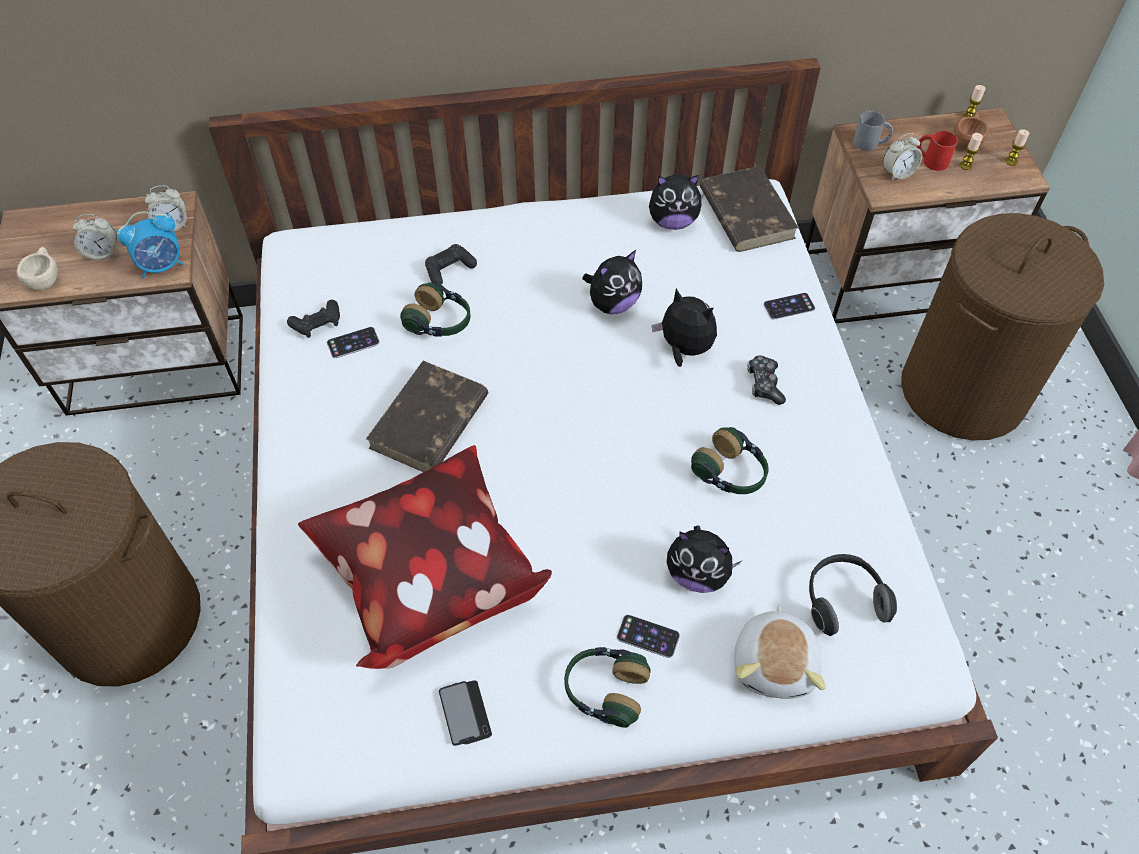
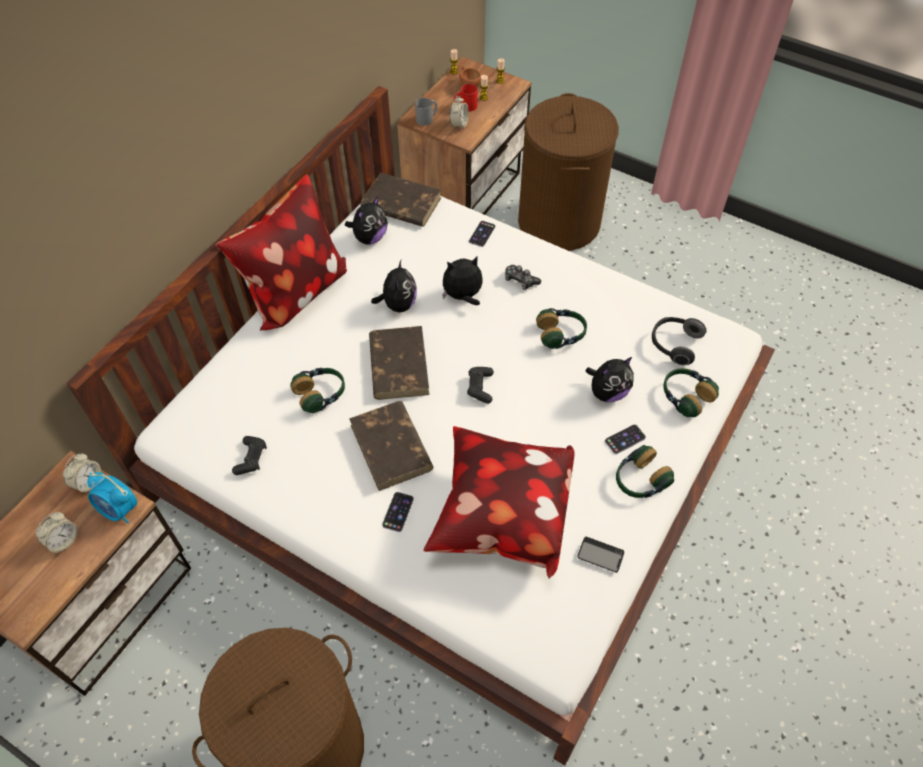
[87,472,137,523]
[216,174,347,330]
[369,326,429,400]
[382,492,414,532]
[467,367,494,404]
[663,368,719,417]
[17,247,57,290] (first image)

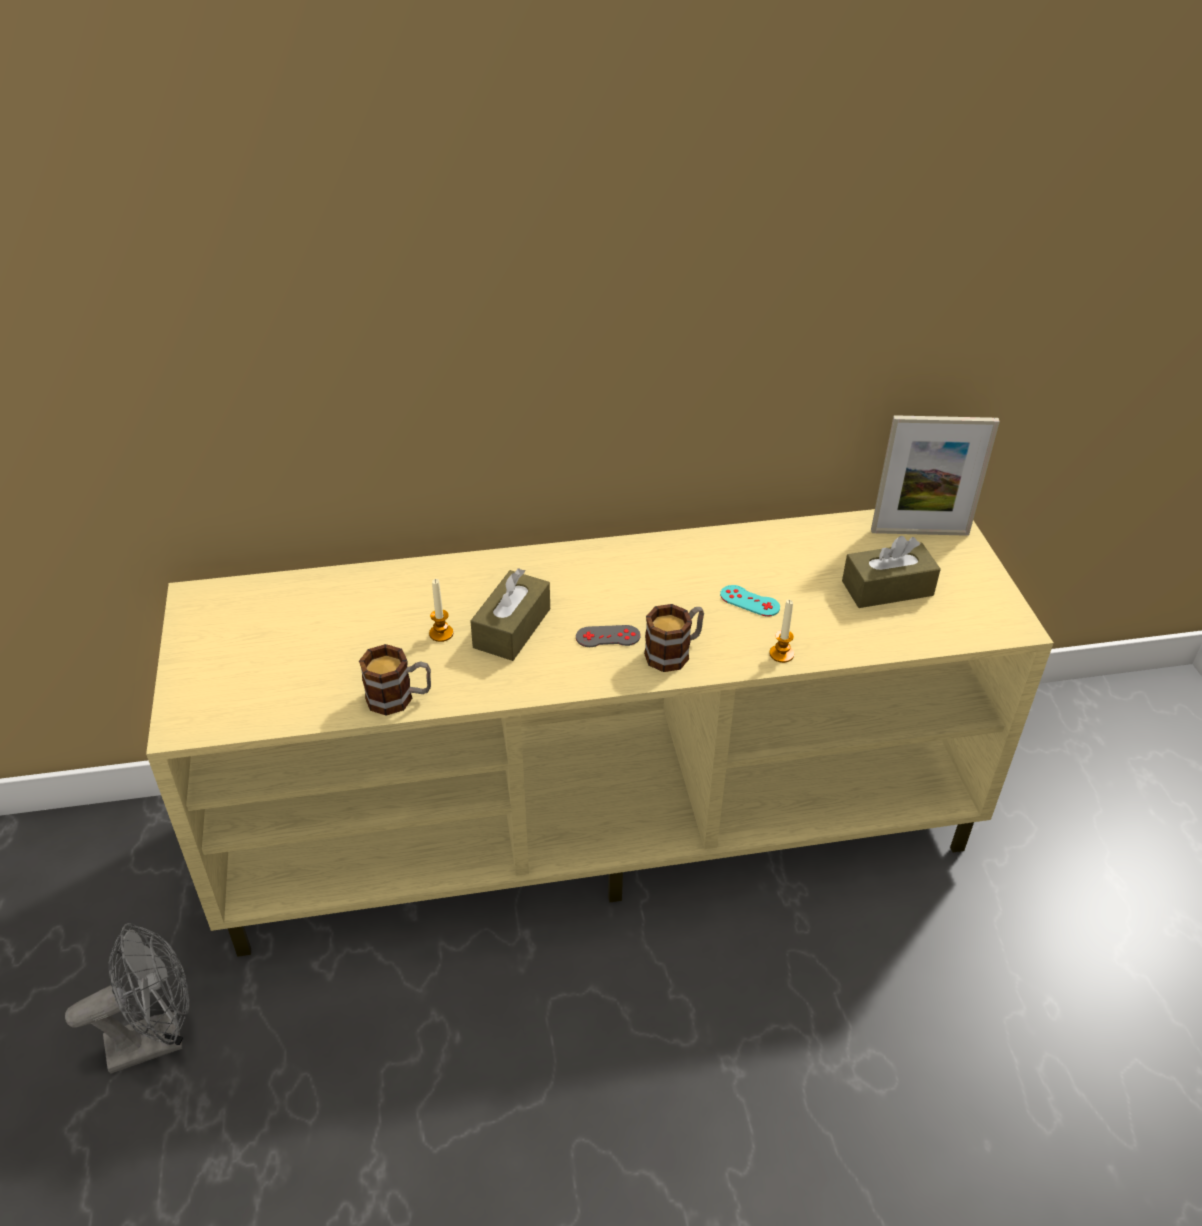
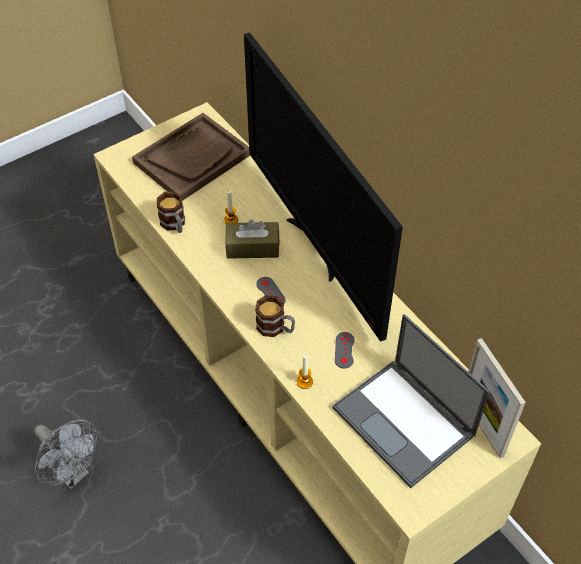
[34,420,97,489]
[132,113,250,201]
[244,32,403,342]
[332,314,490,488]
[335,332,355,369]

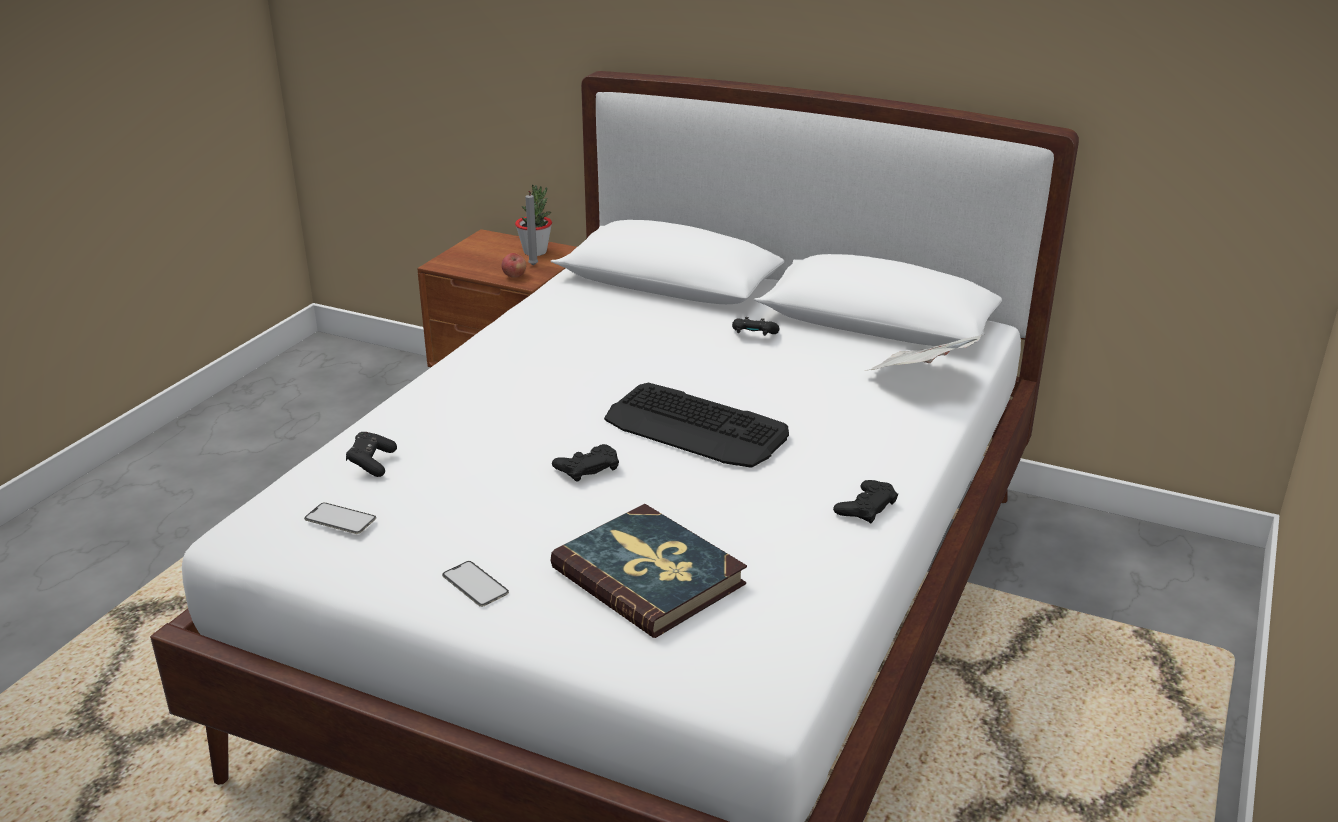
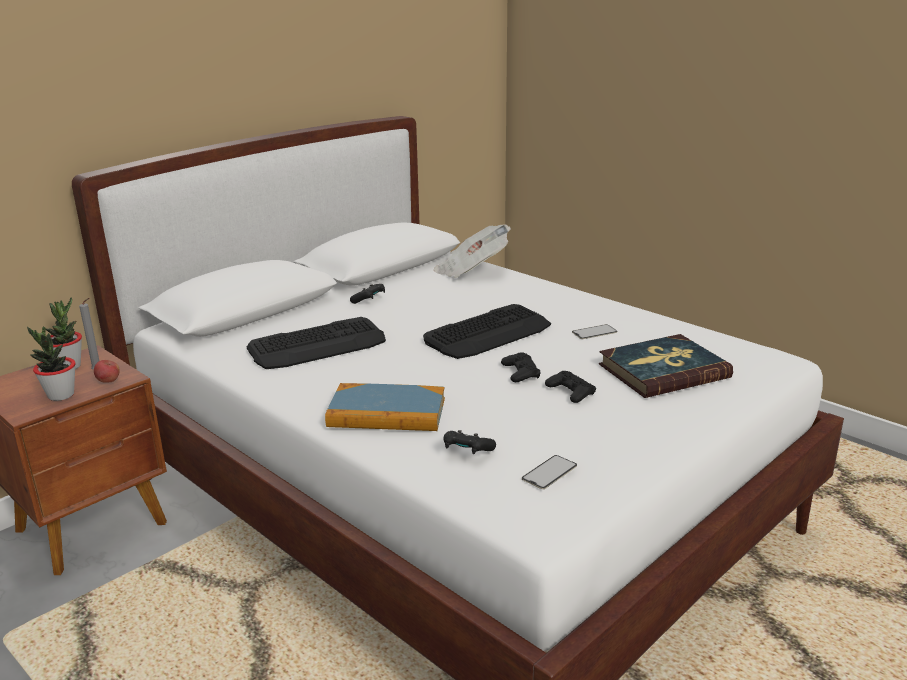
[27,327,76,401]
[247,317,386,369]
[325,383,445,431]
[545,371,596,403]
[572,324,617,339]

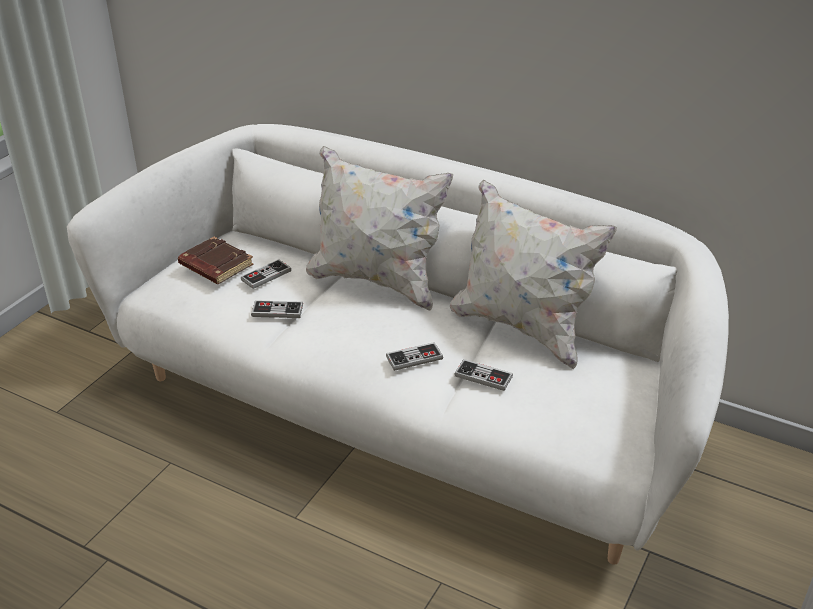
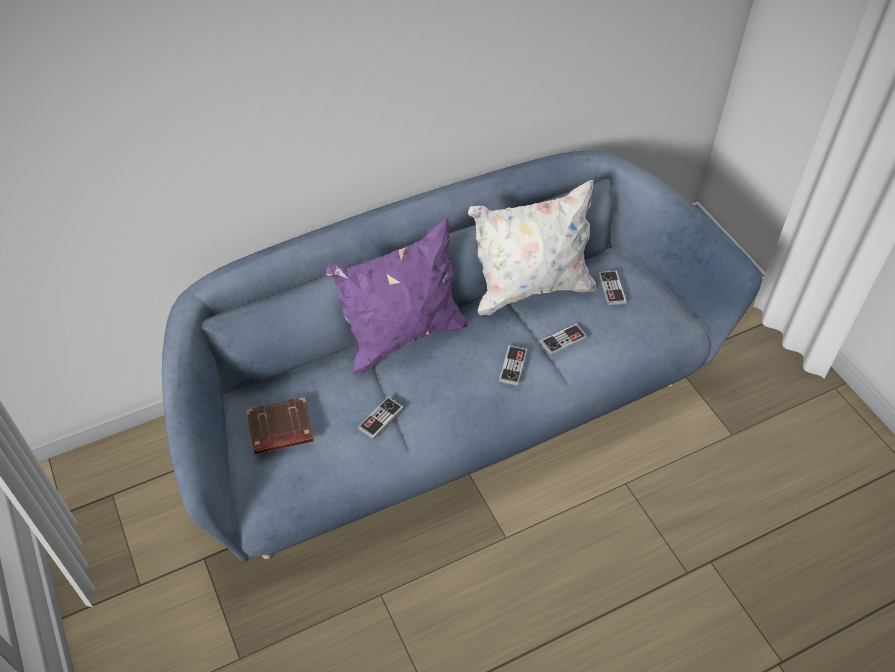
[162,150,762,561]
[325,218,469,374]
[598,270,626,305]

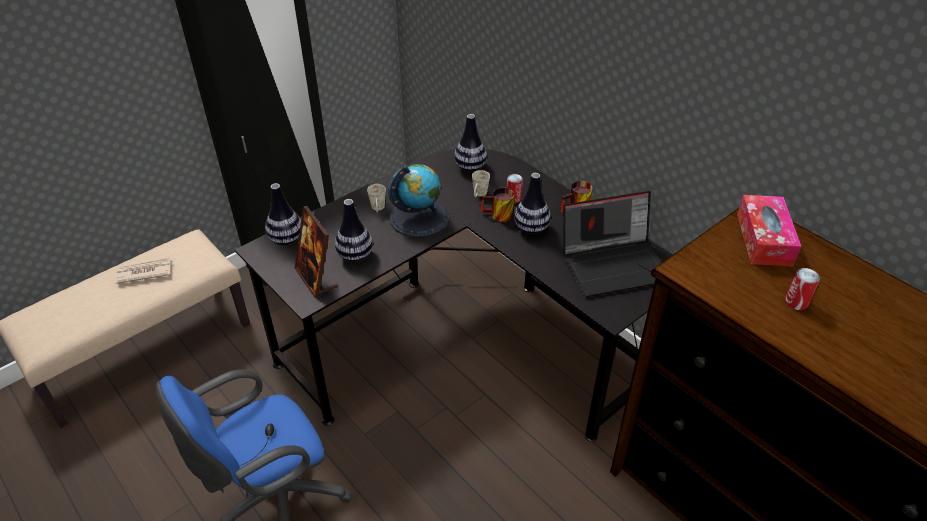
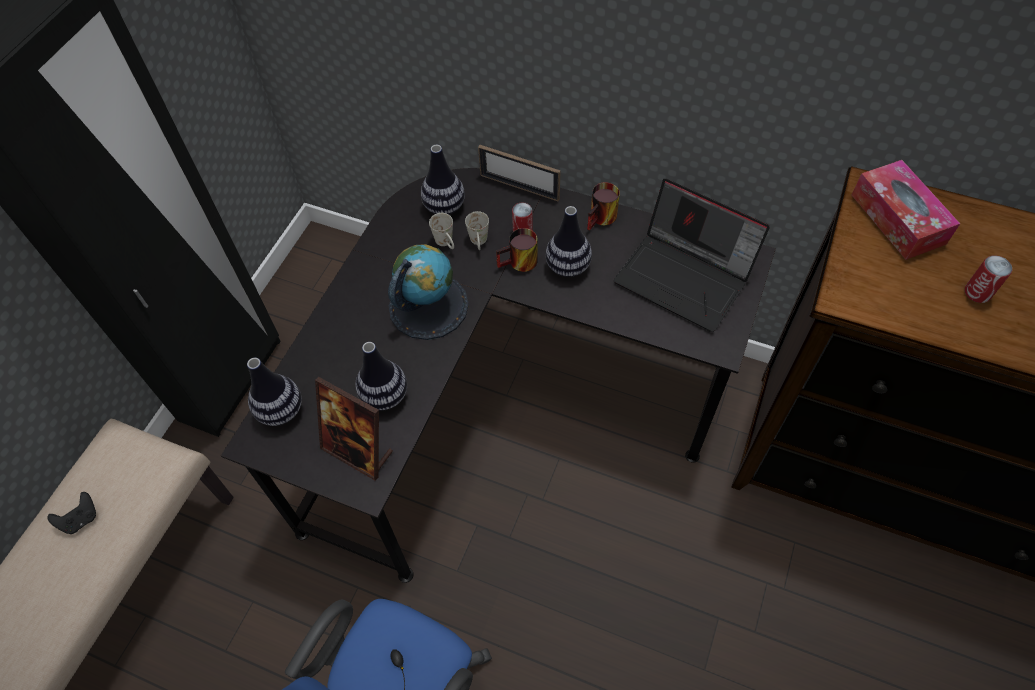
[48,492,96,534]
[429,213,454,249]
[478,145,561,201]
[614,179,770,332]

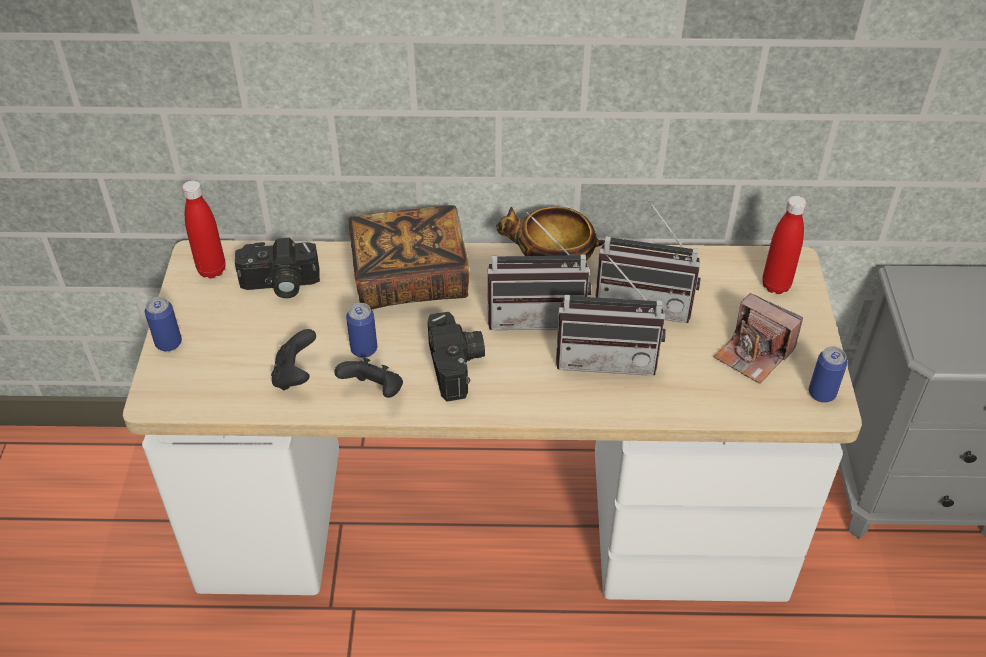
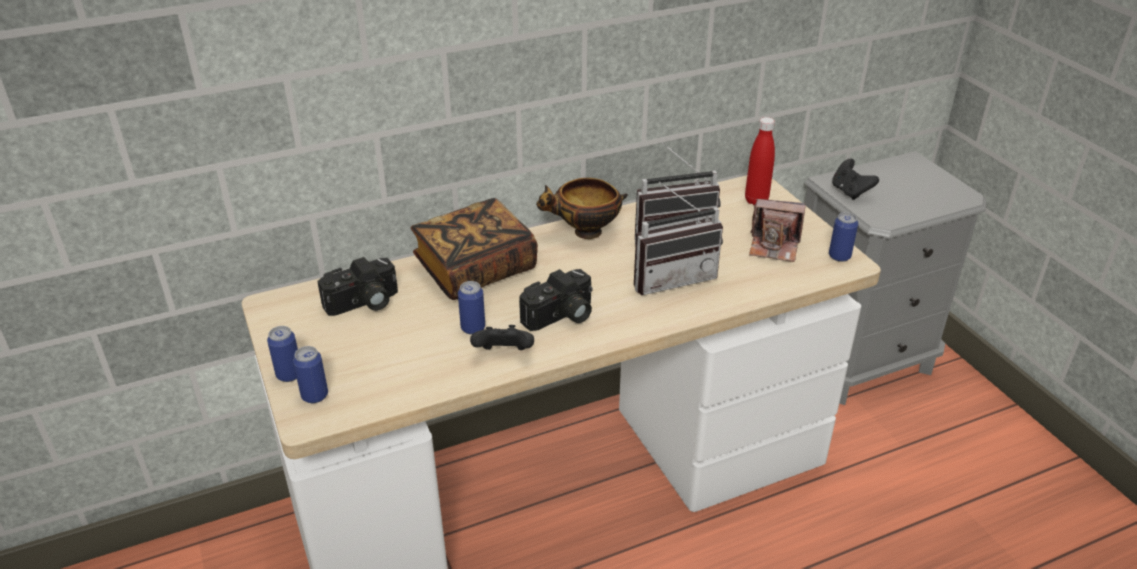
[293,346,328,403]
[519,269,593,331]
[832,159,879,200]
[182,180,225,279] (first image)
[487,212,591,330] (first image)

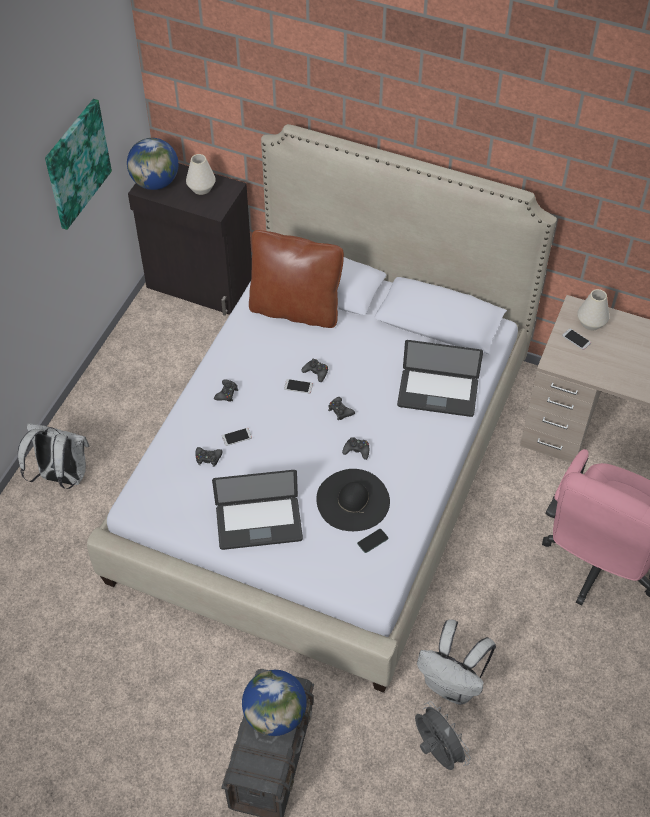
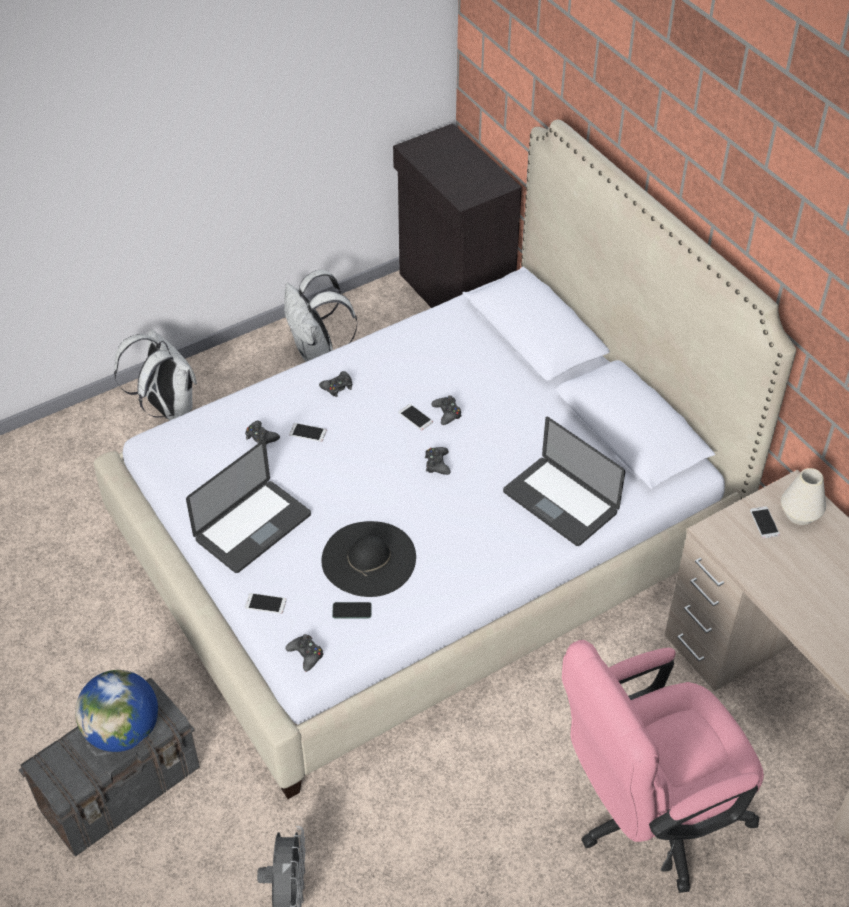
[186,440,311,573]
[245,593,286,614]
[284,270,358,362]
[285,634,323,672]
[45,99,112,230] (first image)
[127,138,178,190] (first image)
[186,154,216,195] (first image)
[249,230,344,328] (first image)

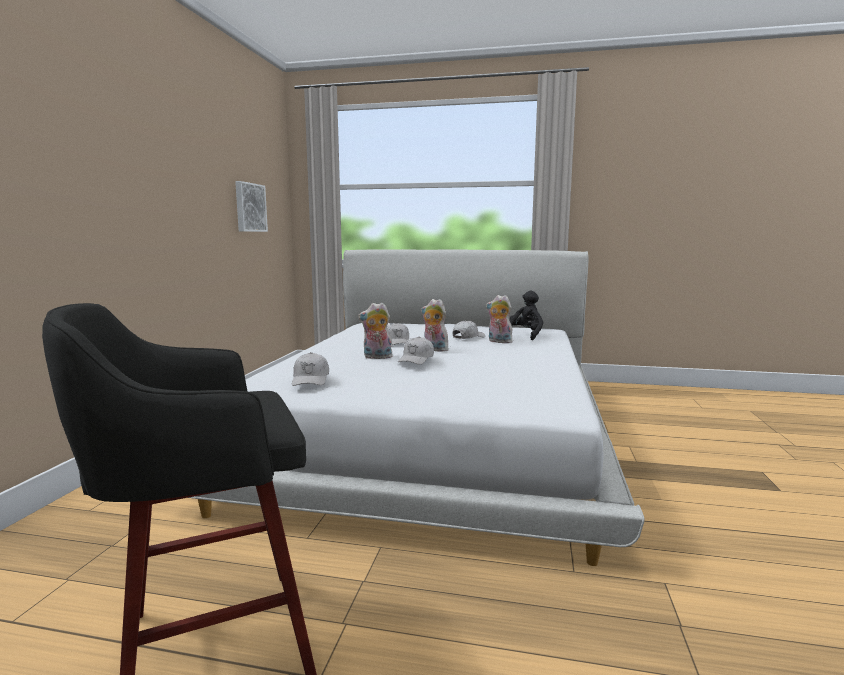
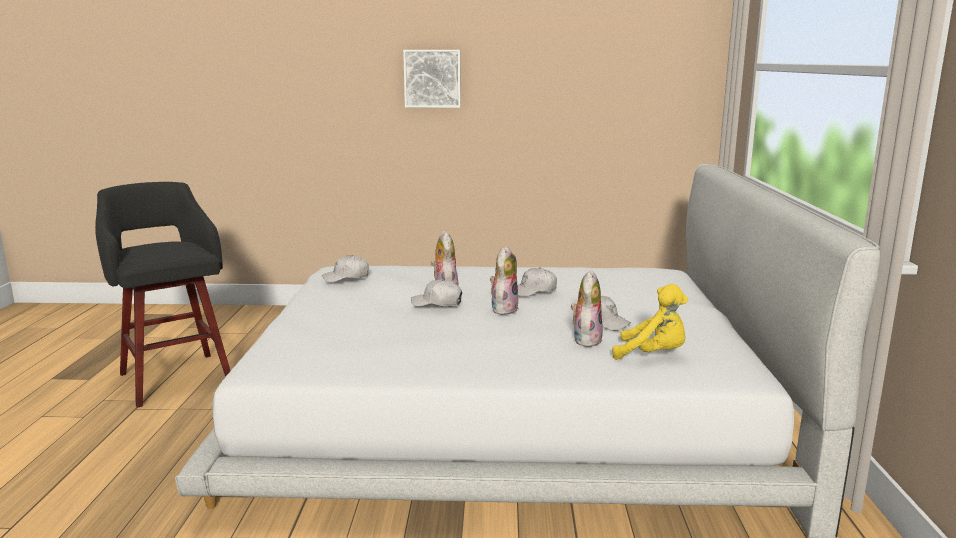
[403,50,461,108]
[612,284,688,360]

